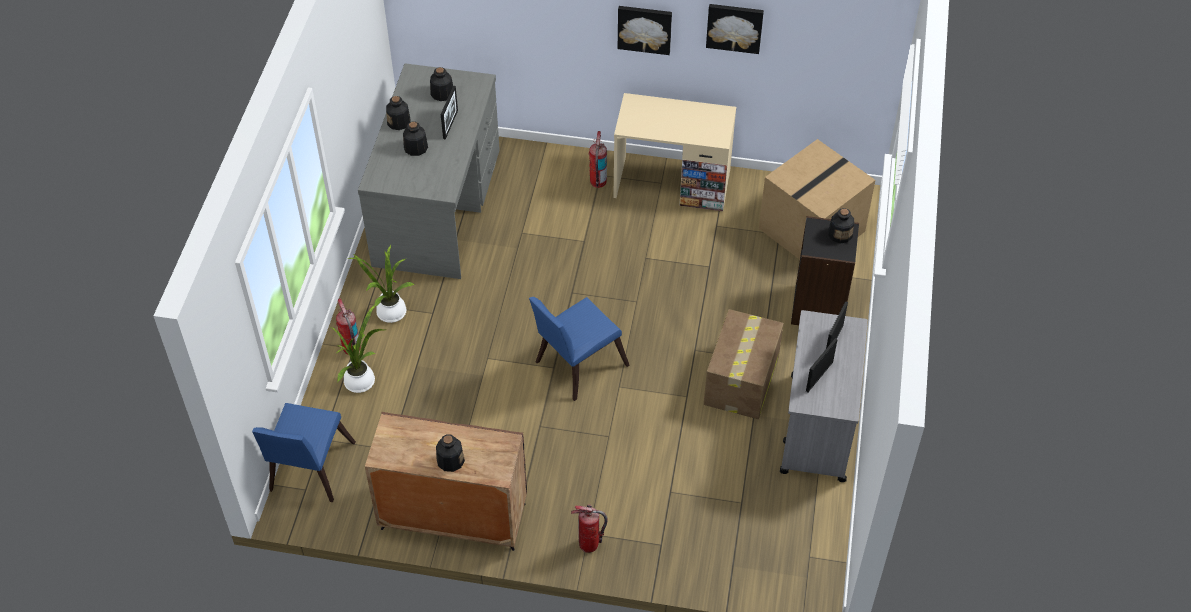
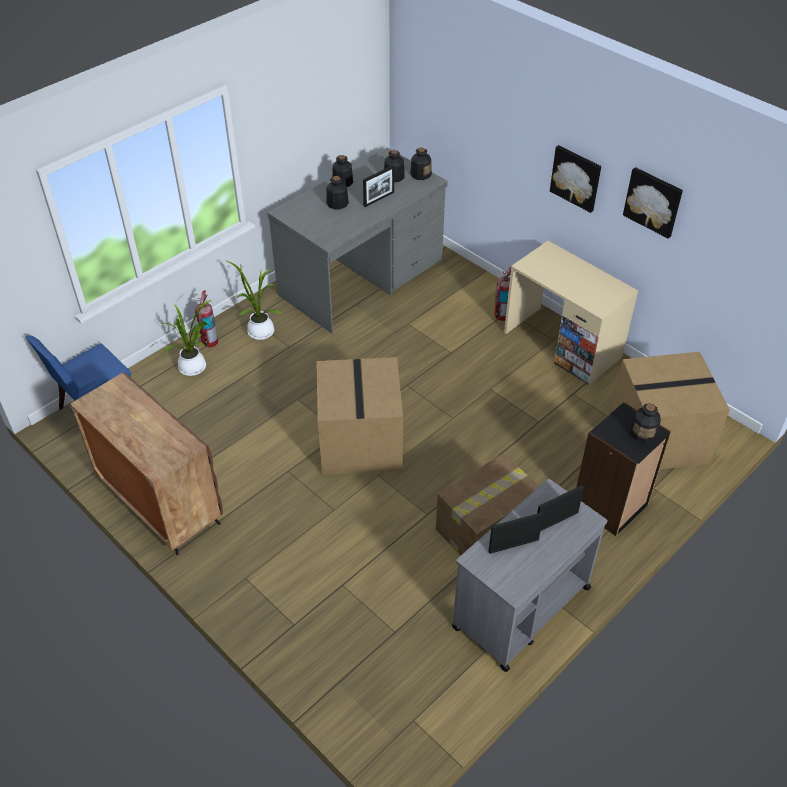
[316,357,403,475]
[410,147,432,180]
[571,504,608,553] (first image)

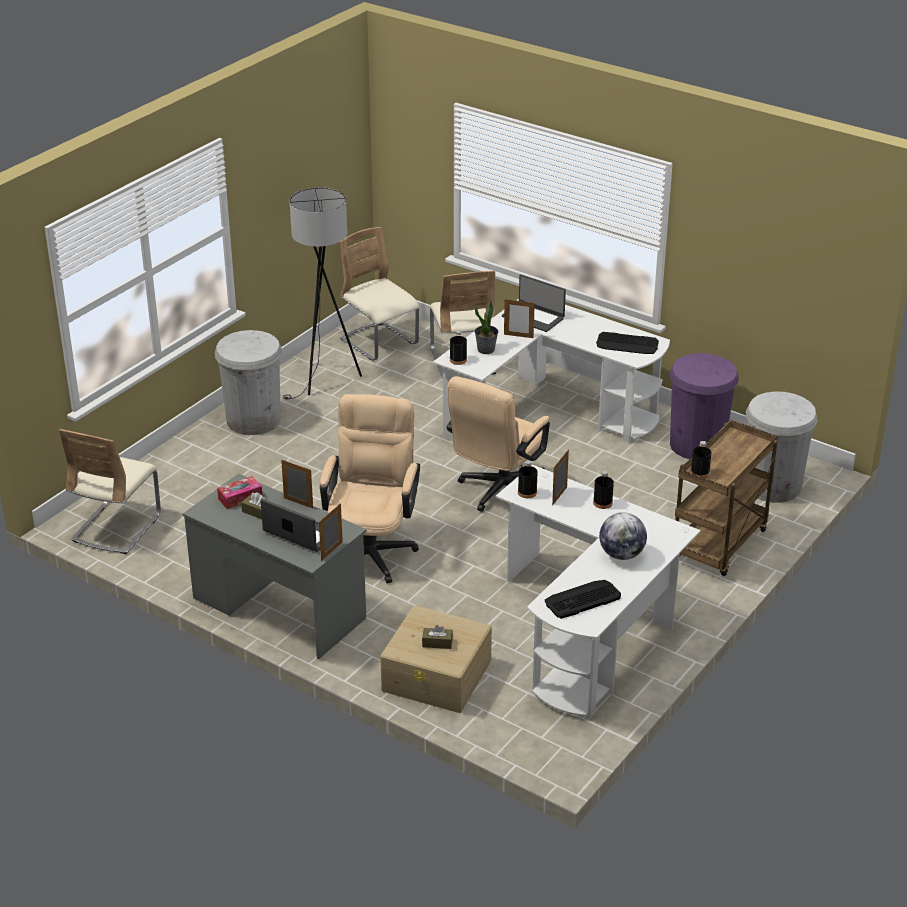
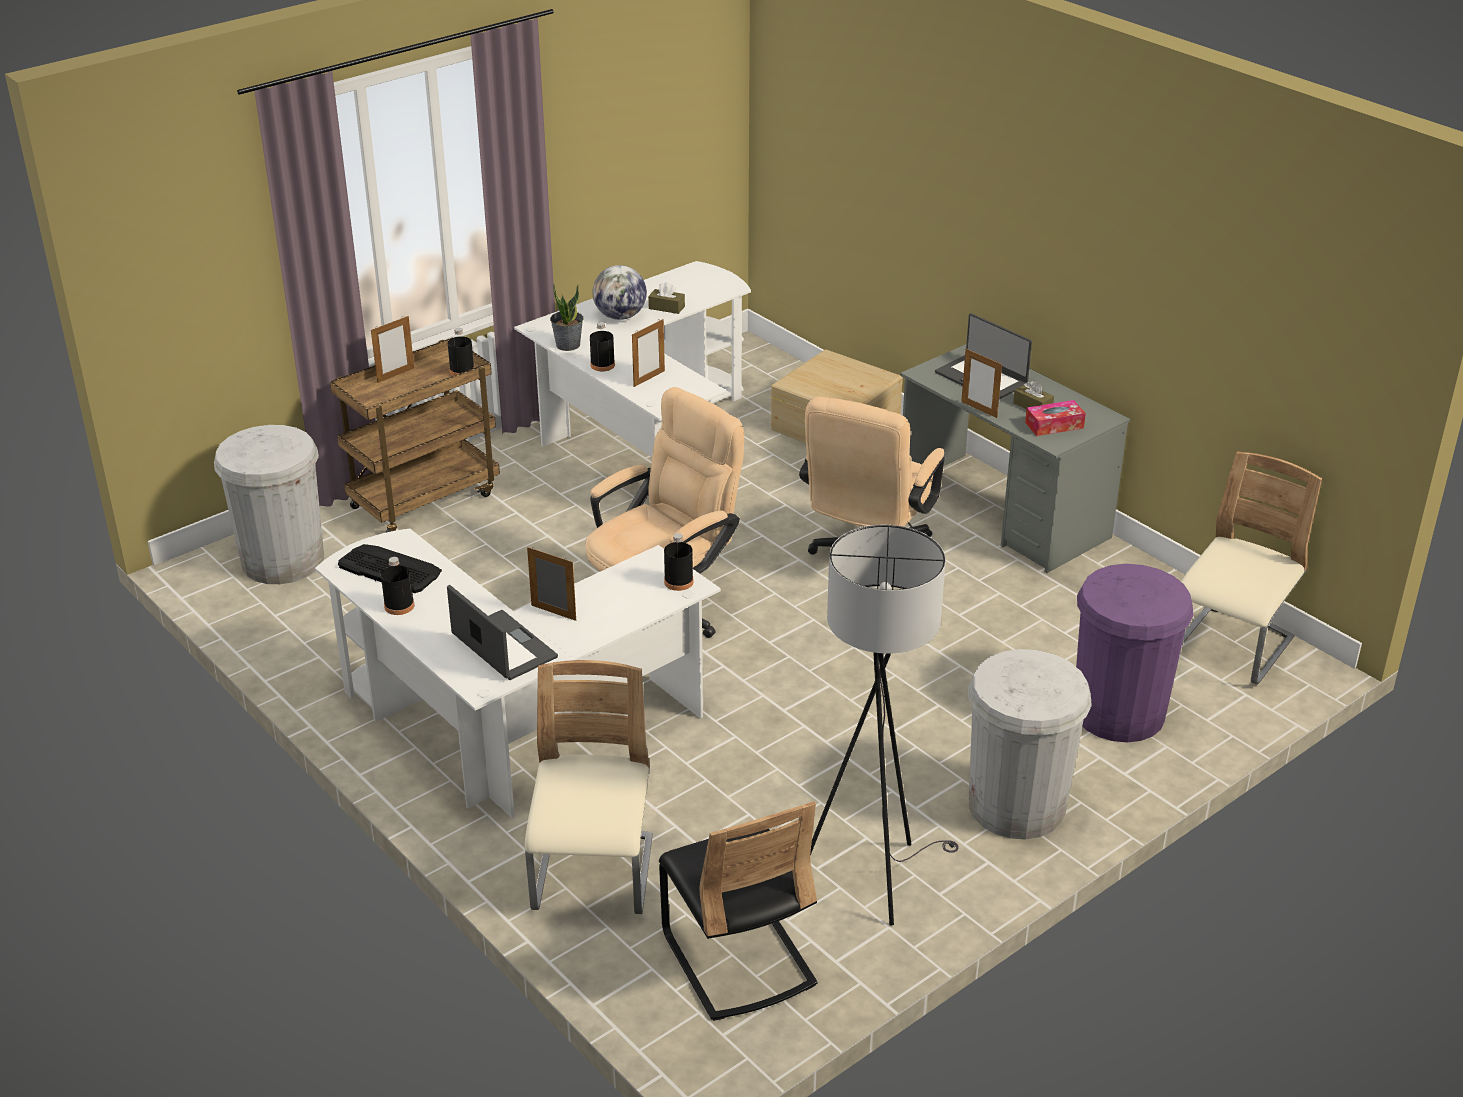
[371,316,414,383]
[381,557,414,615]
[550,284,584,351]
[648,282,685,314]
[659,801,818,1021]
[1076,564,1194,742]
[544,580,621,619] (first image)

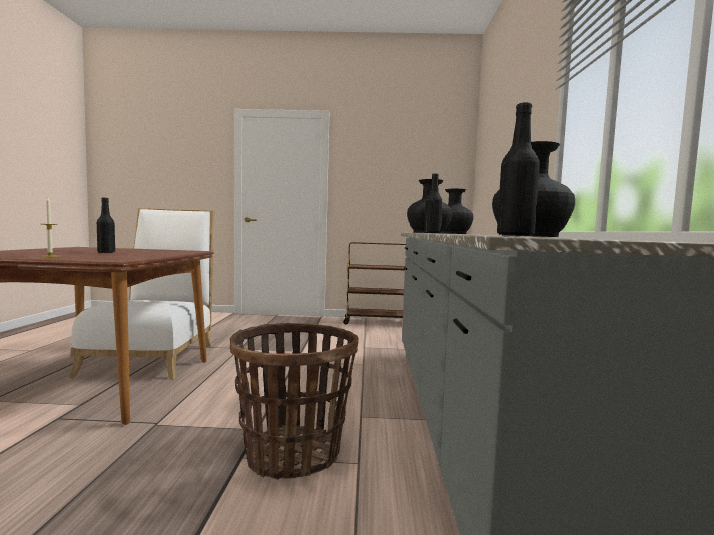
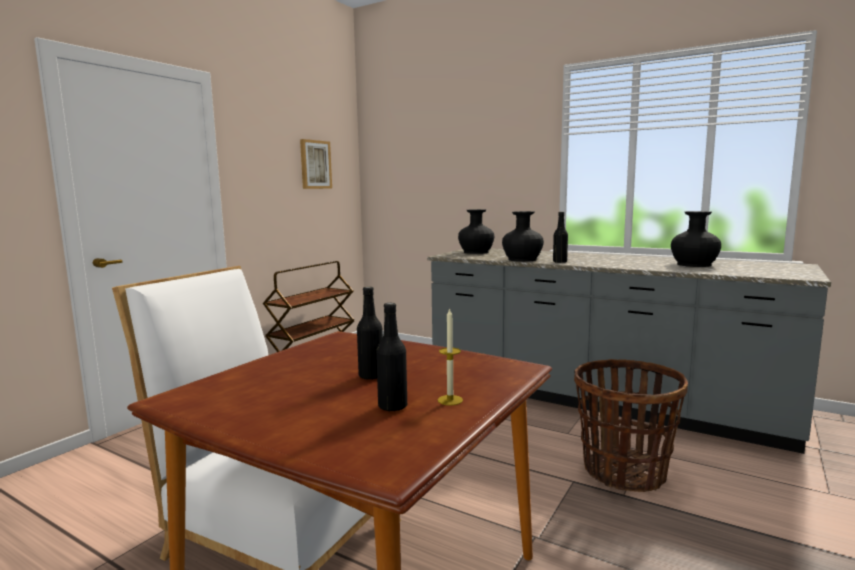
[300,139,332,189]
[376,303,407,412]

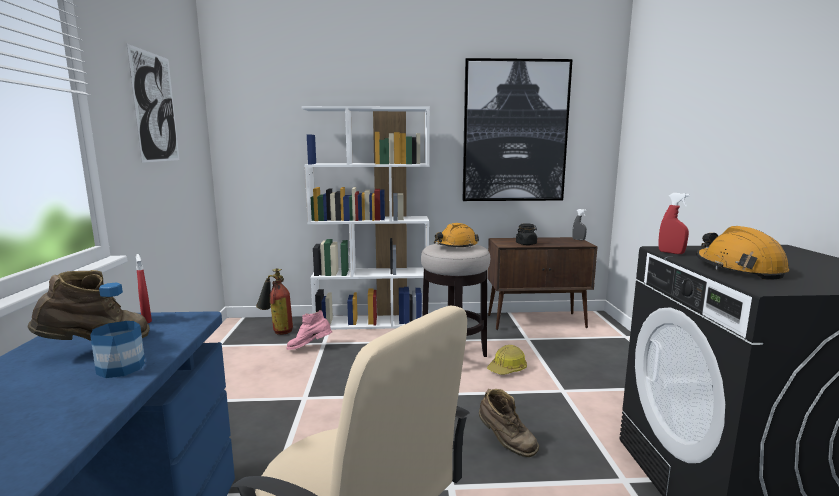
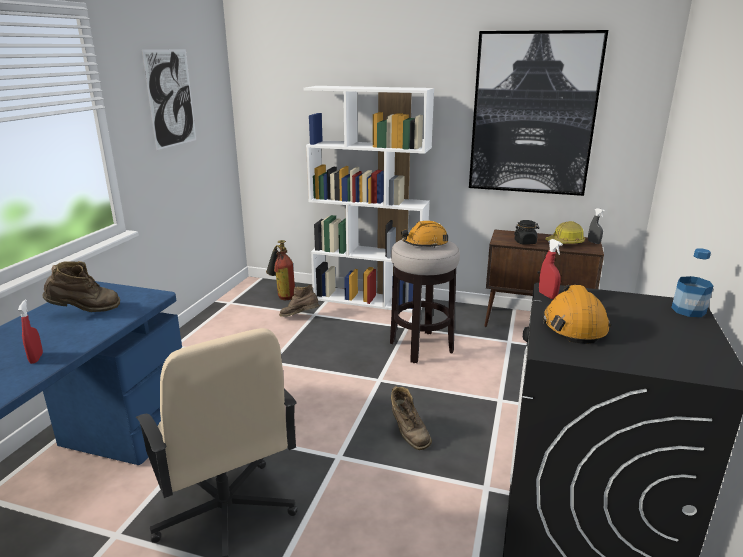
[18,300,43,364]
[279,285,320,317]
[545,221,585,244]
[671,248,713,317]

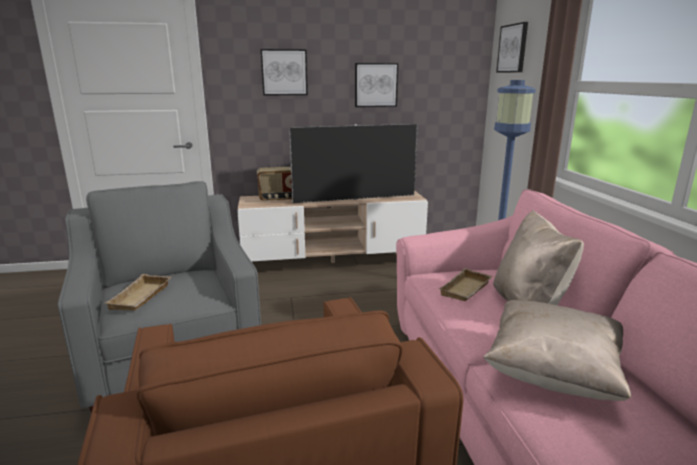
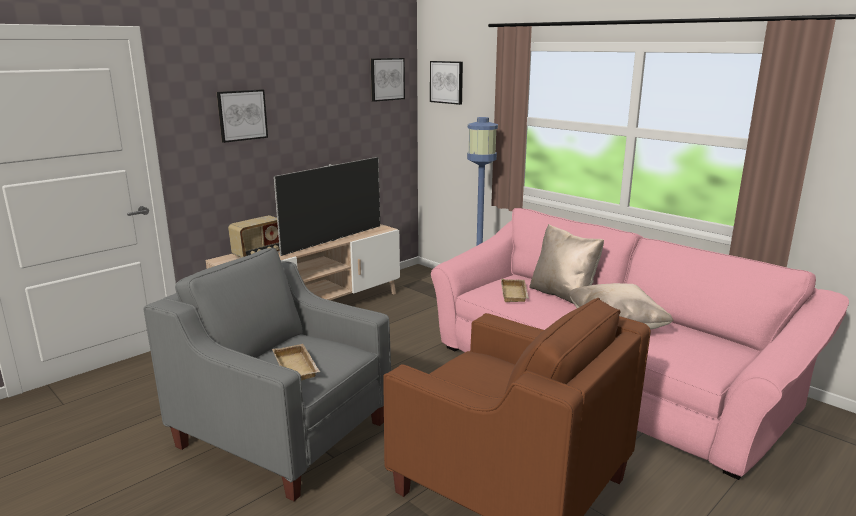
[371,58,405,102]

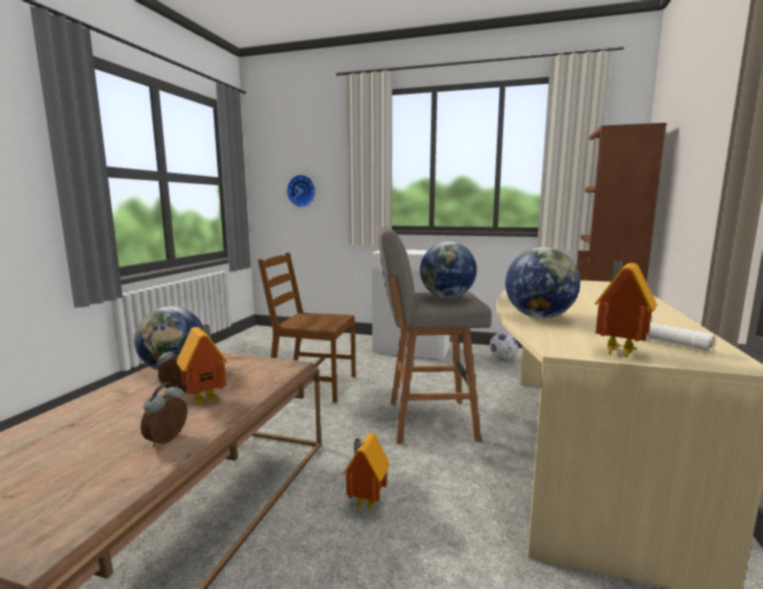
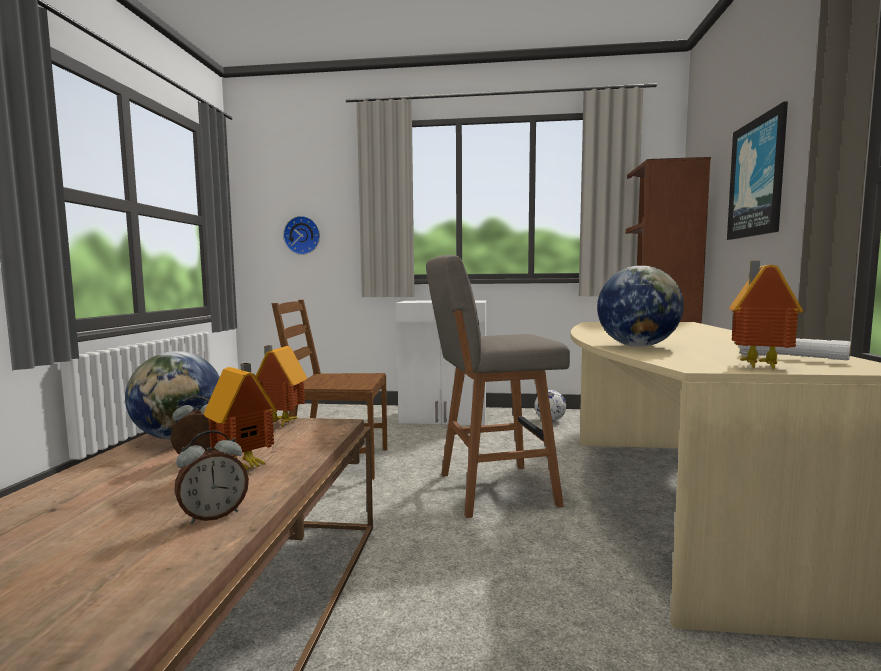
[174,430,249,524]
[256,345,307,428]
[727,101,788,240]
[420,241,477,298] (first image)

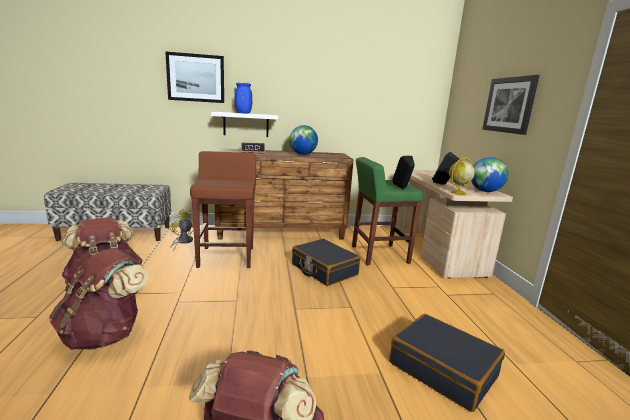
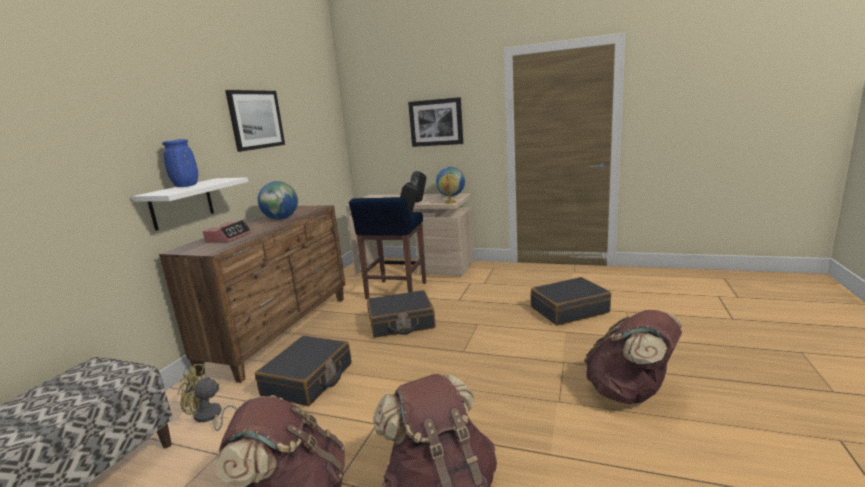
[225,90,285,152]
[255,336,351,406]
[349,197,426,299]

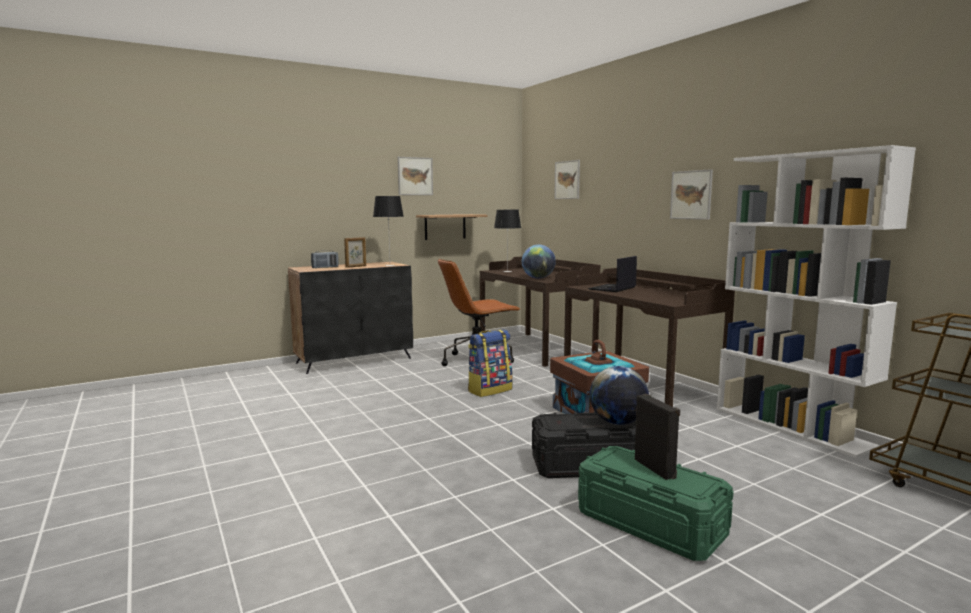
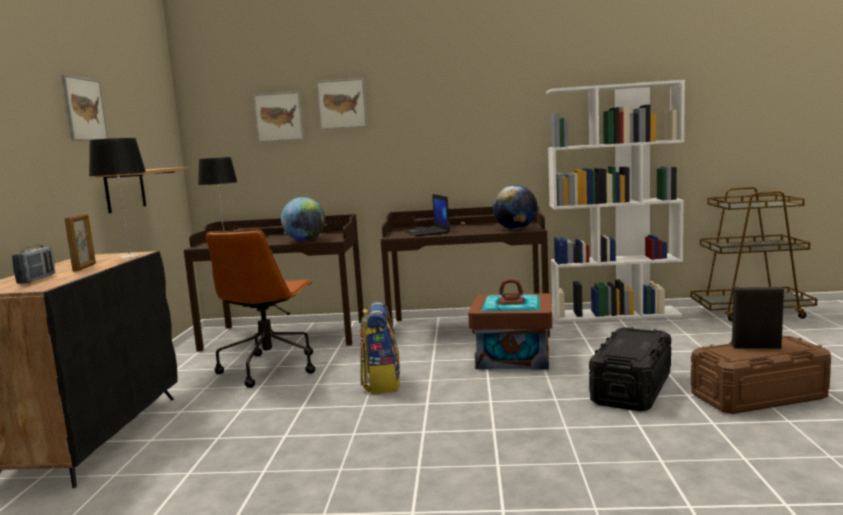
[316,78,367,130]
[493,185,538,229]
[691,336,831,414]

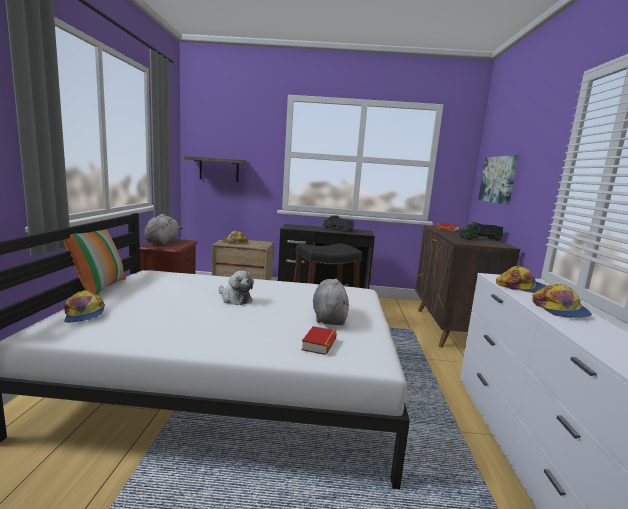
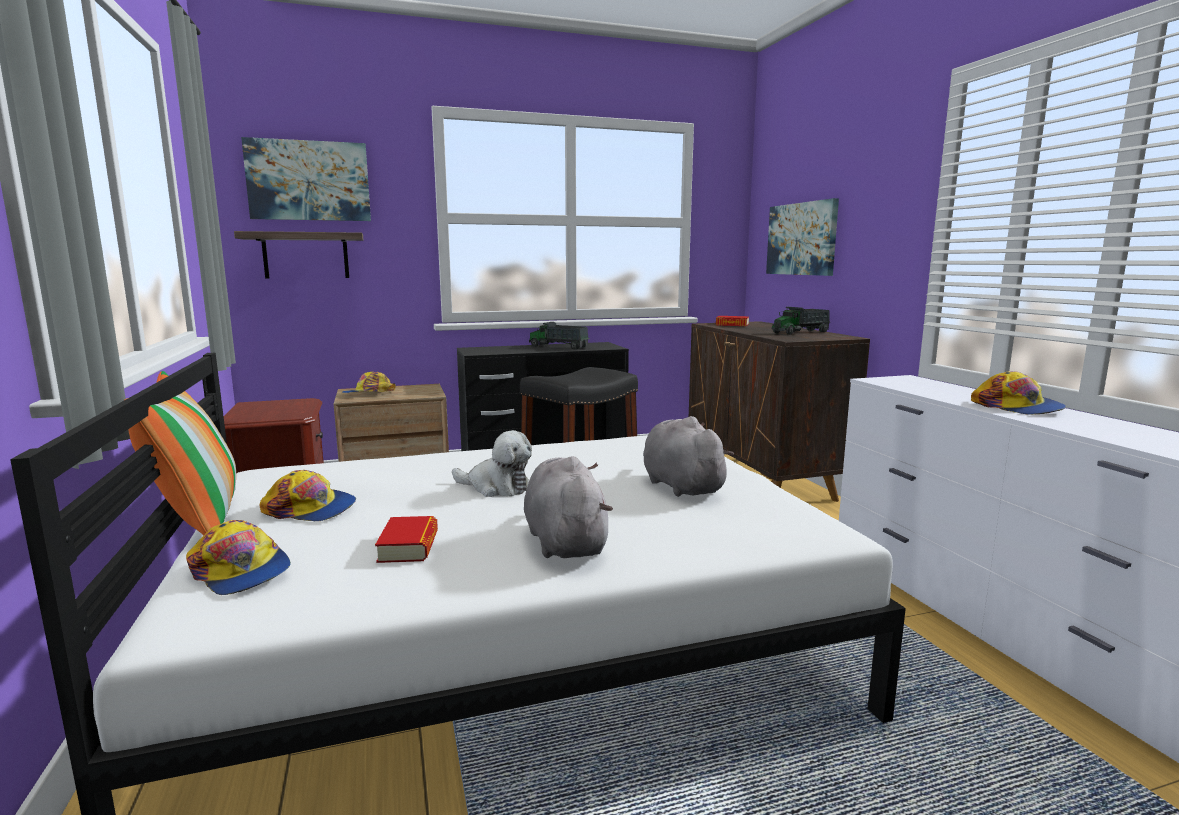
[241,137,371,221]
[259,470,356,521]
[375,516,438,563]
[524,456,613,558]

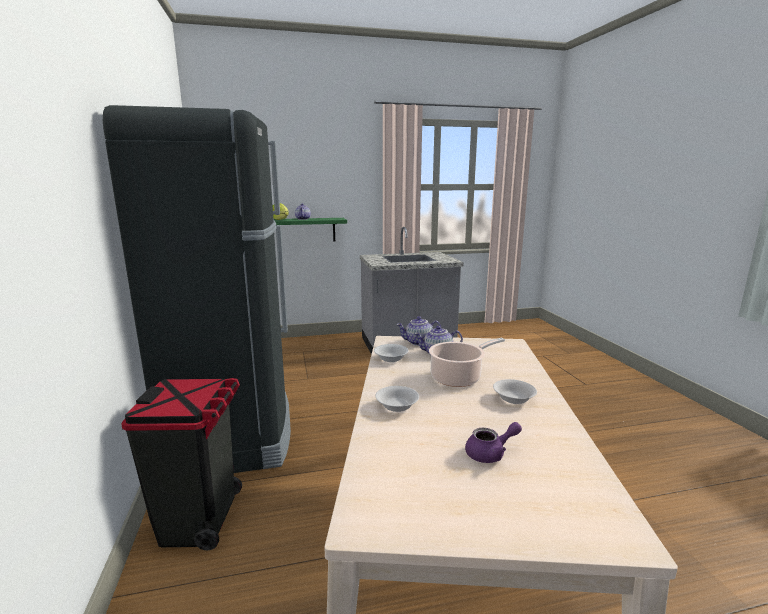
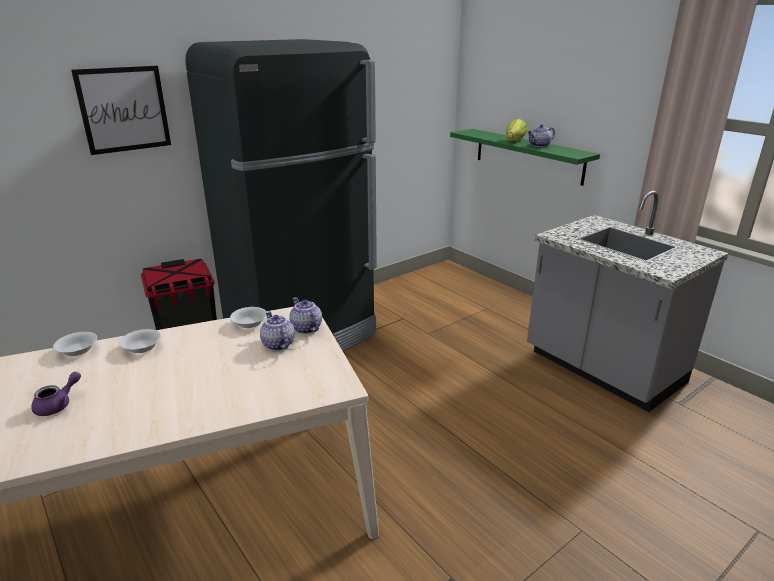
[31,372,81,416]
[53,332,97,356]
[71,66,171,155]
[429,338,505,387] (first image)

